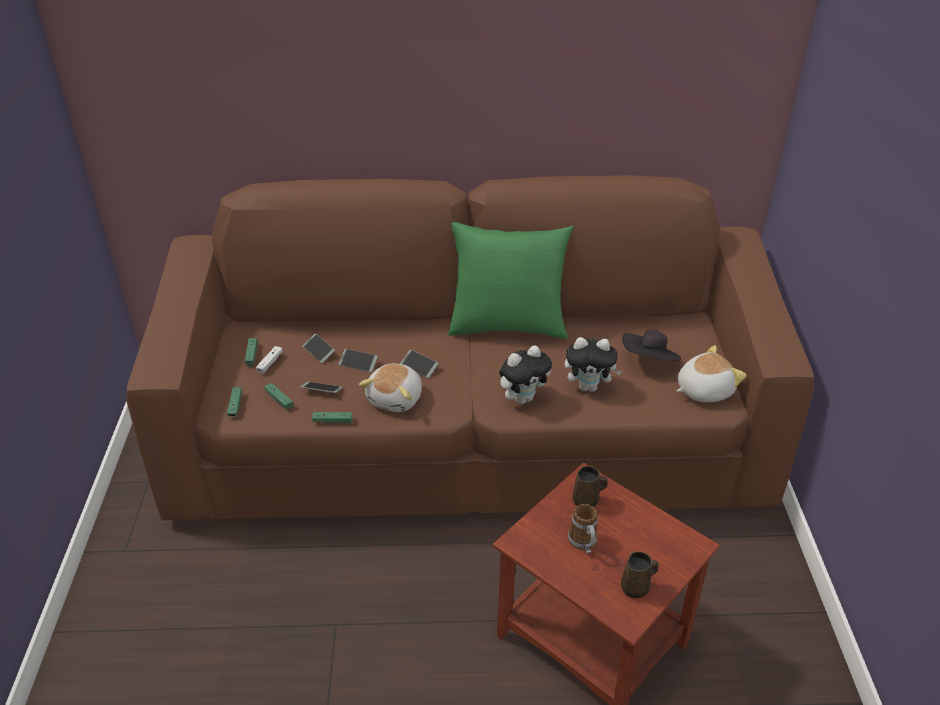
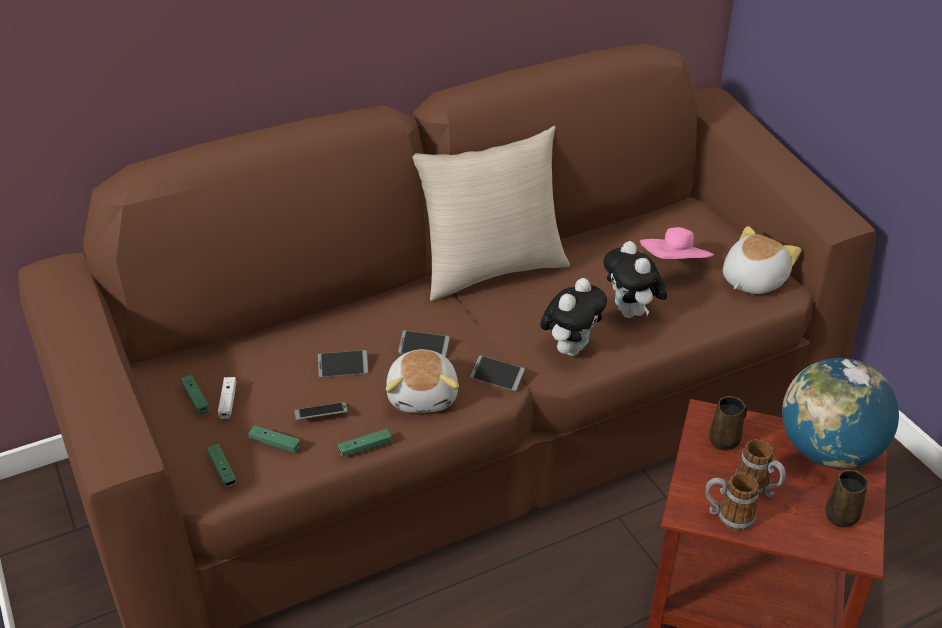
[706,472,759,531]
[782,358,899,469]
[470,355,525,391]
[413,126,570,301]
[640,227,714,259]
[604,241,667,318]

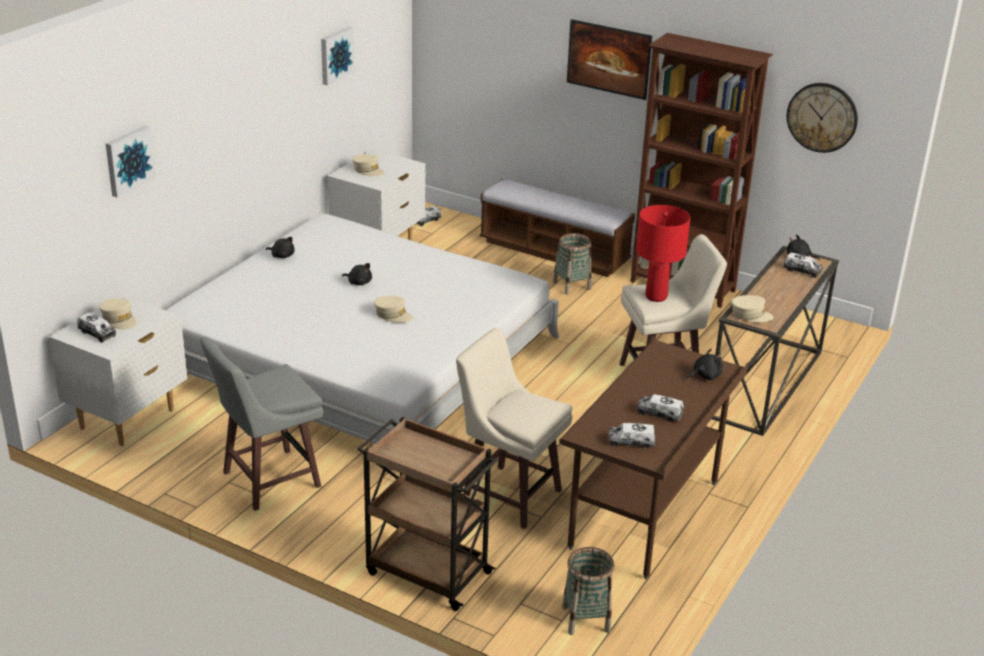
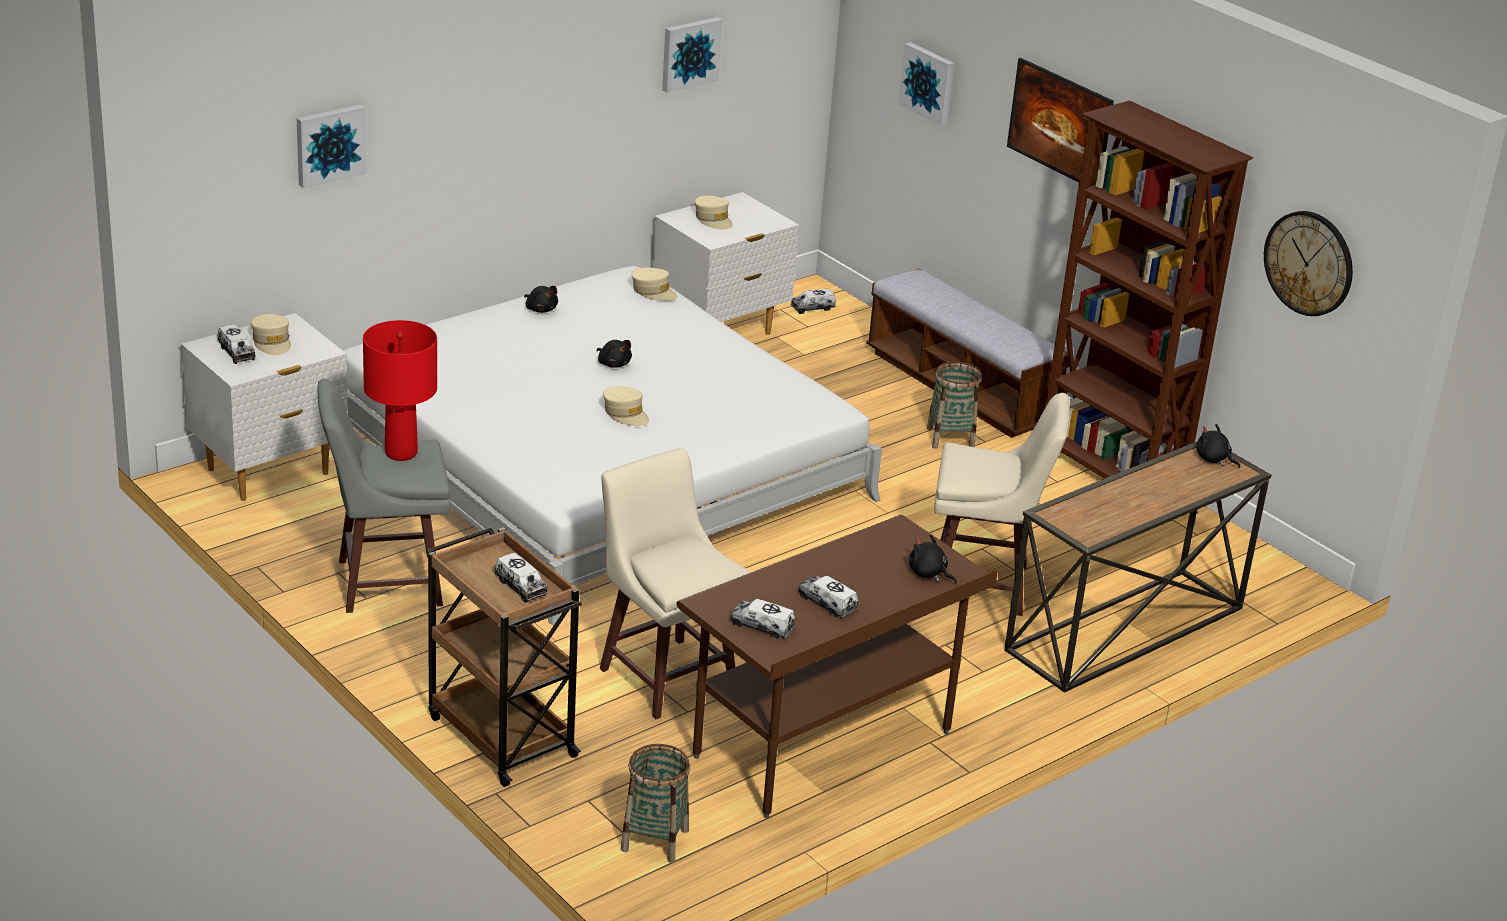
[899,42,954,125]
[363,320,437,461]
[631,268,678,301]
[495,552,548,603]
[909,534,957,584]

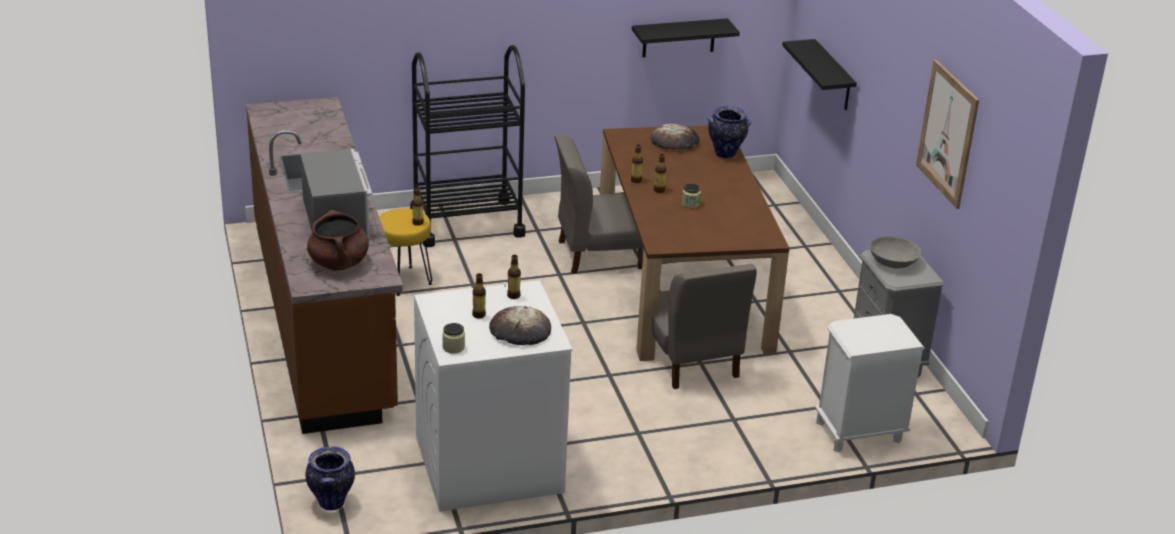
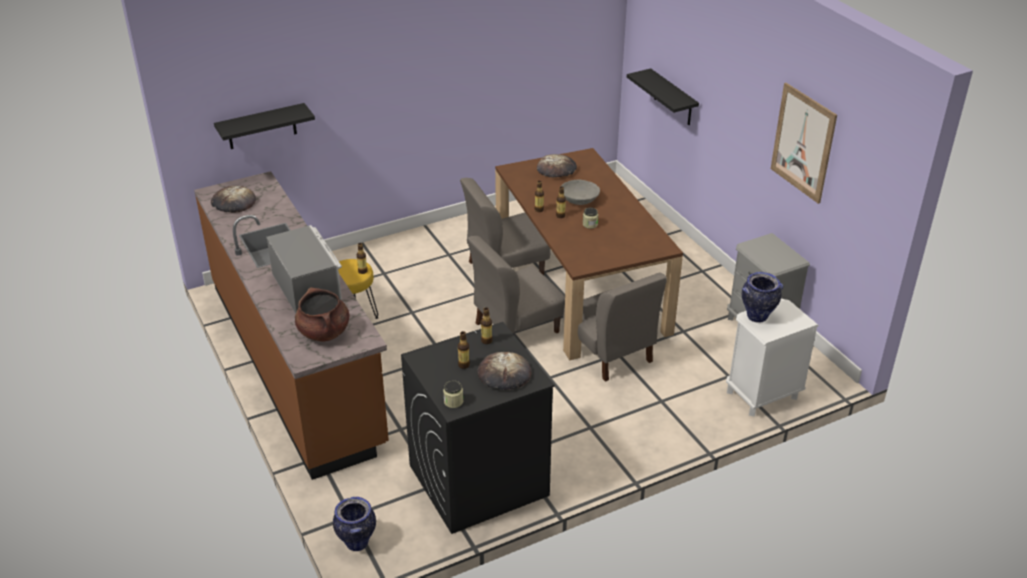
[410,45,526,247] (first image)
[211,186,256,213]
[467,236,565,333]
[214,103,315,149]
[742,272,783,323]
[561,179,600,205]
[401,322,555,534]

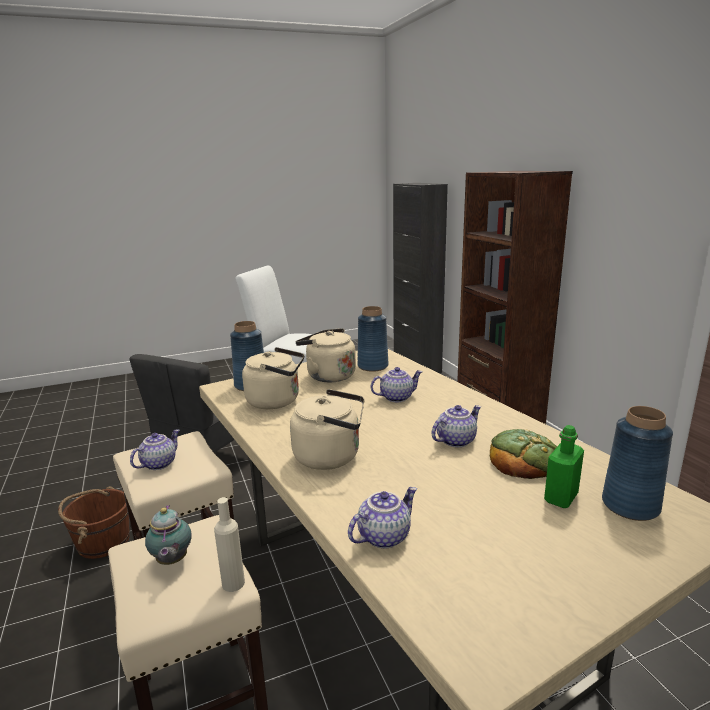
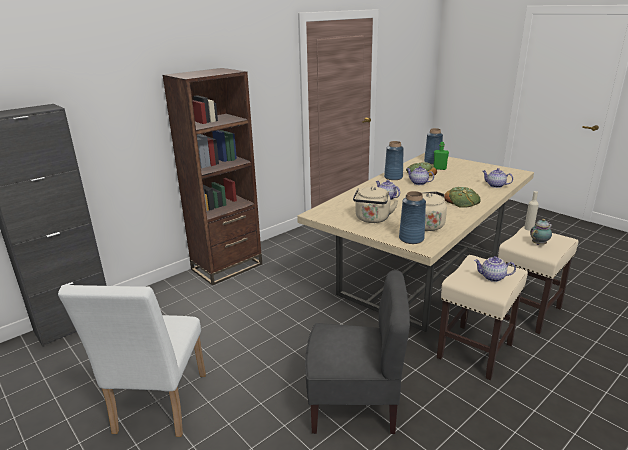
[58,486,130,559] (first image)
[384,141,404,180]
[444,187,481,208]

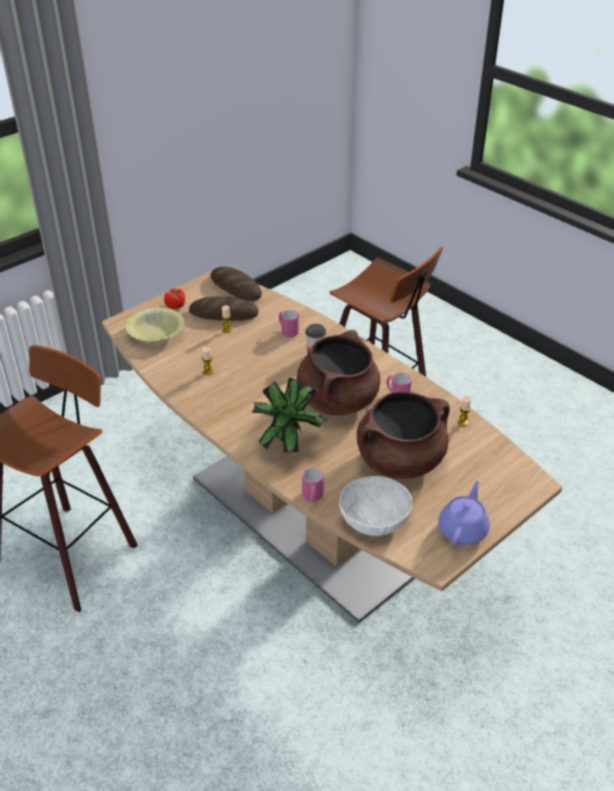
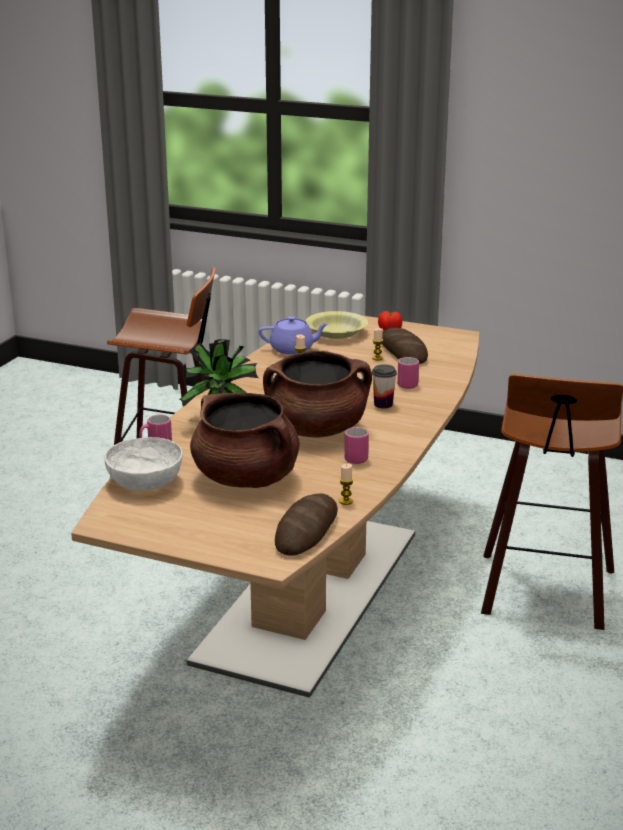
[275,494,338,556]
[259,316,329,355]

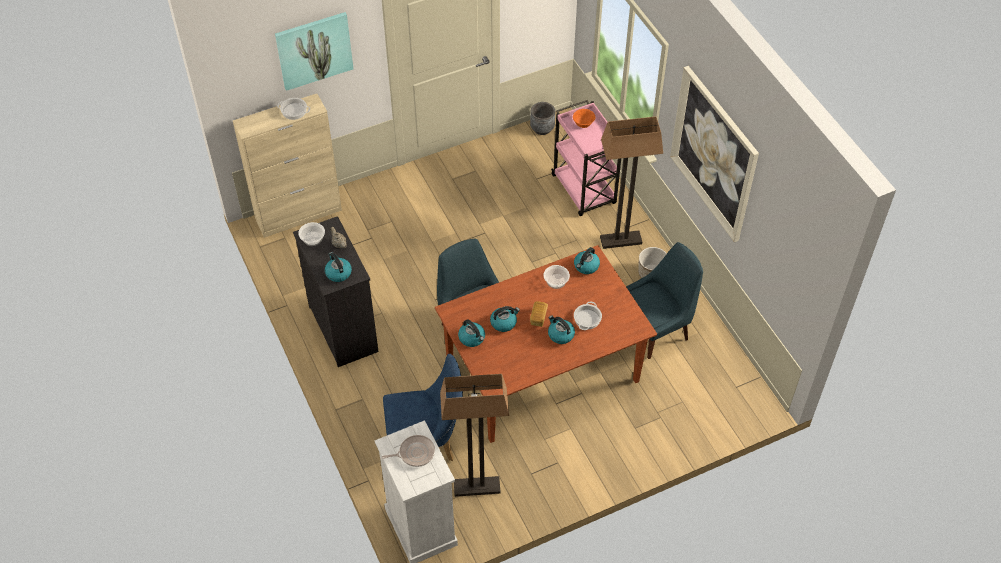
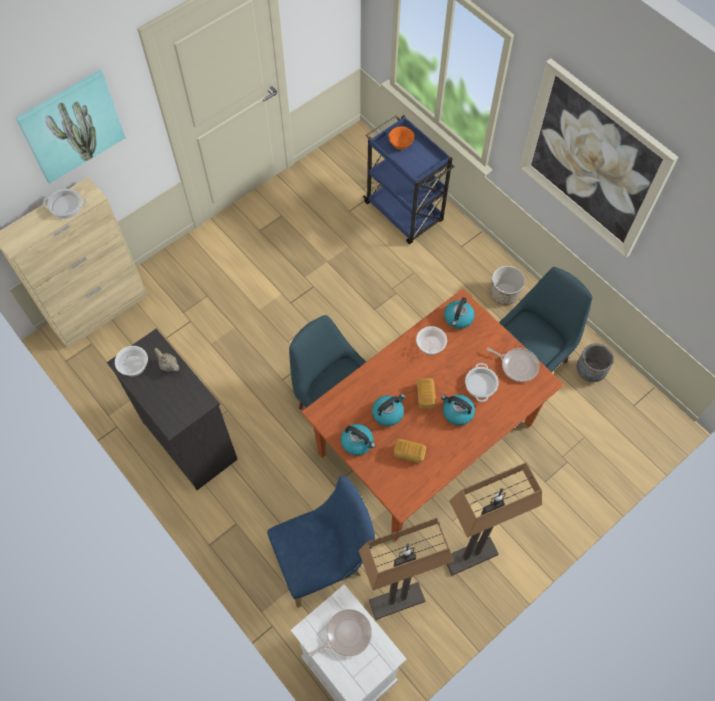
[325,252,352,282] (first image)
[394,439,426,463]
[486,348,539,382]
[577,343,614,382]
[447,462,542,576]
[363,114,455,244]

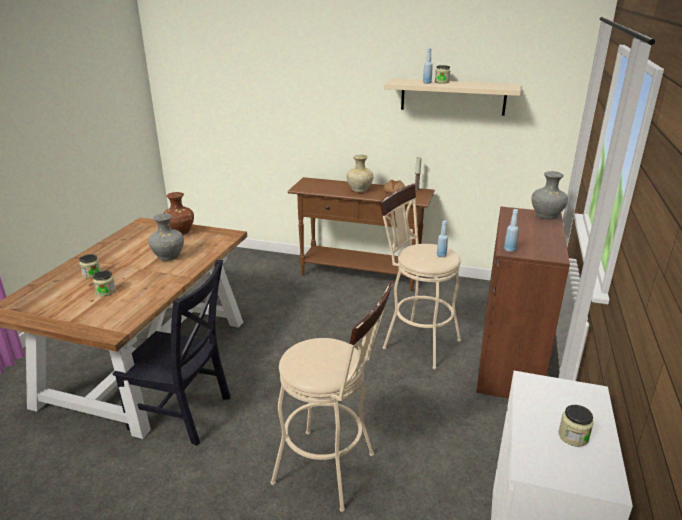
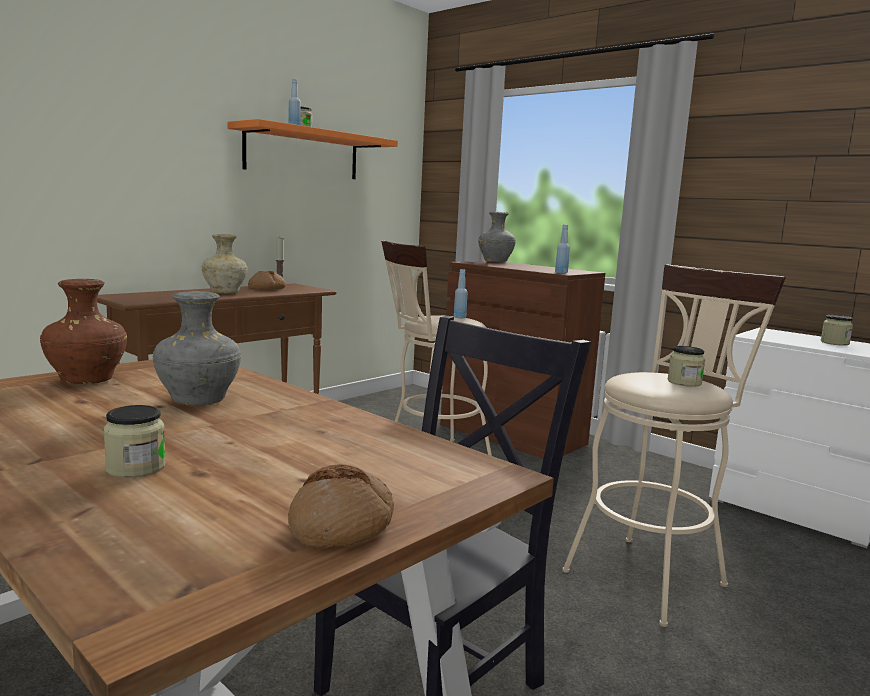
[288,464,394,547]
[668,346,705,387]
[227,119,398,179]

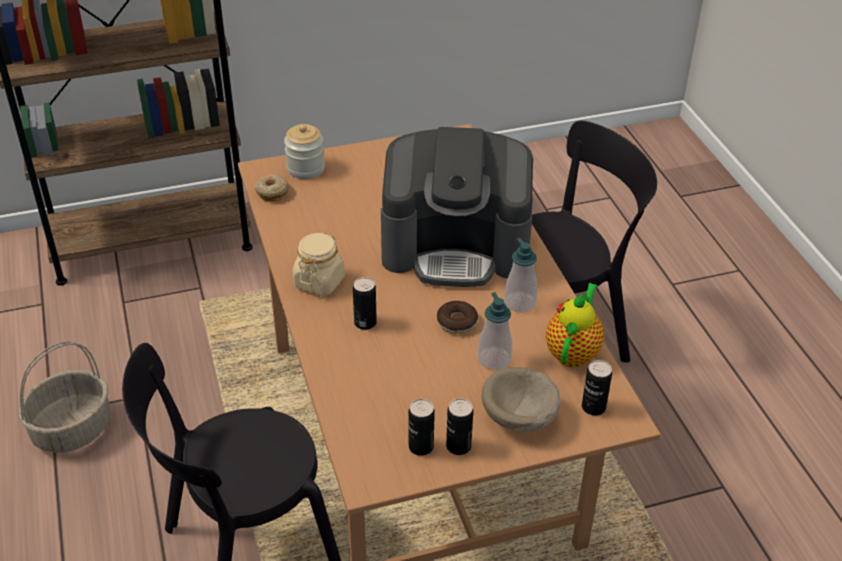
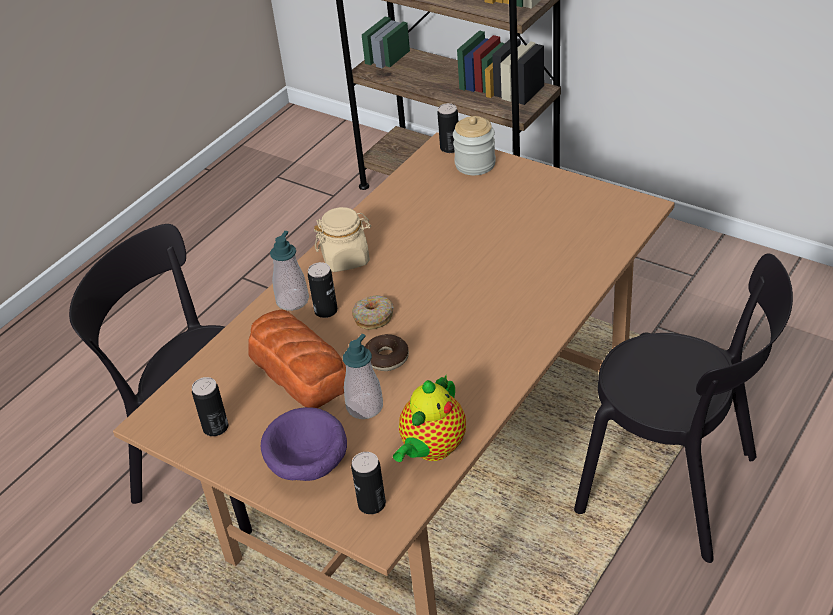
[19,341,111,453] (first image)
[381,127,533,287] (first image)
[248,310,346,408]
[352,295,394,330]
[437,103,459,153]
[270,231,309,311]
[261,407,347,481]
[393,375,466,462]

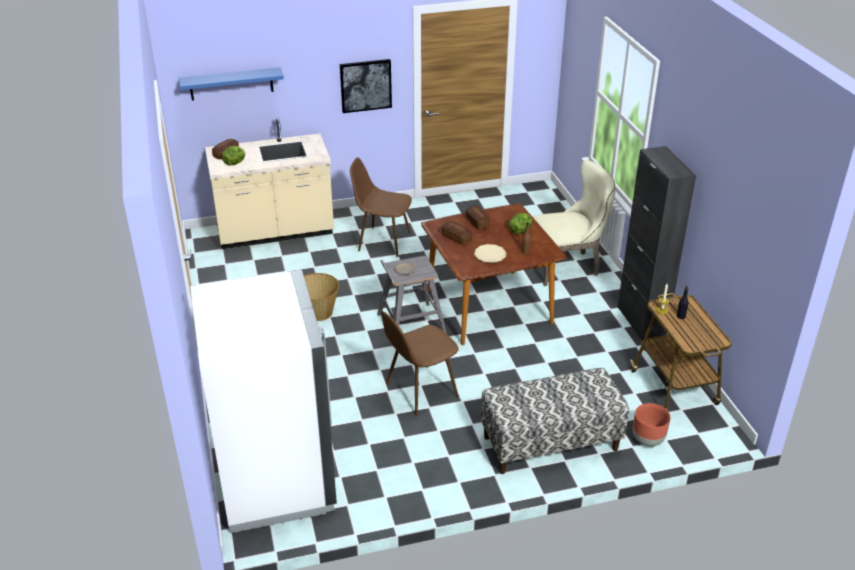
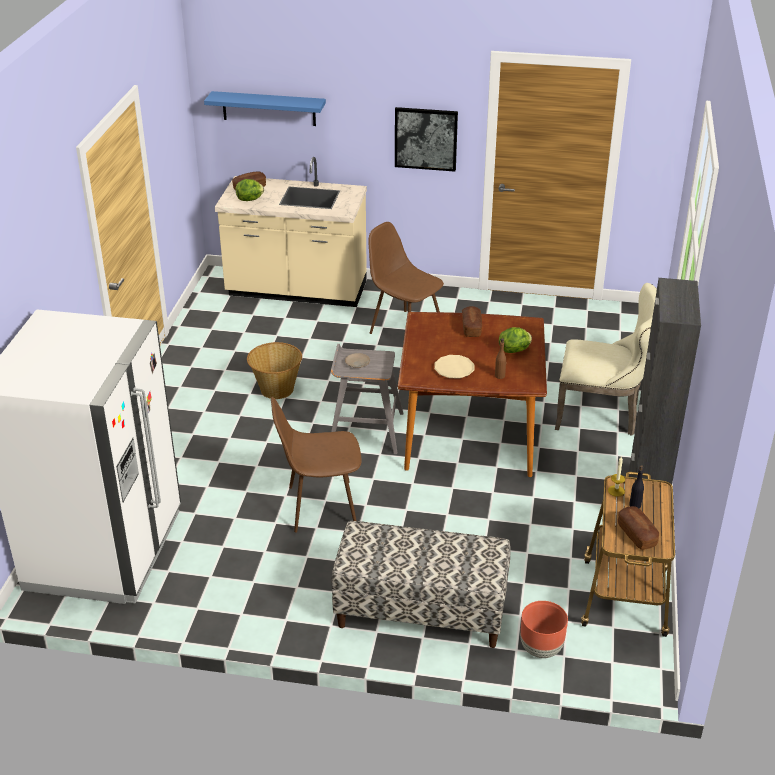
[618,506,659,550]

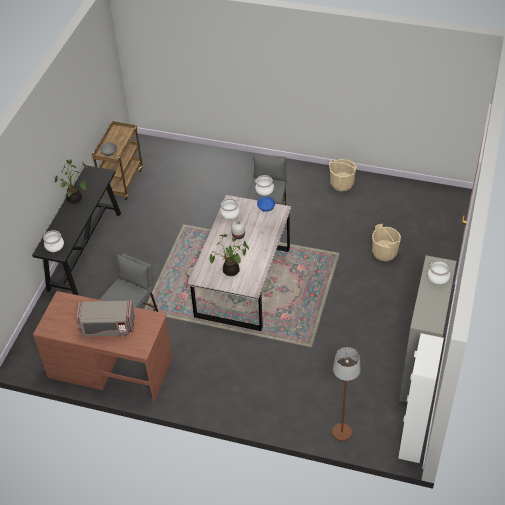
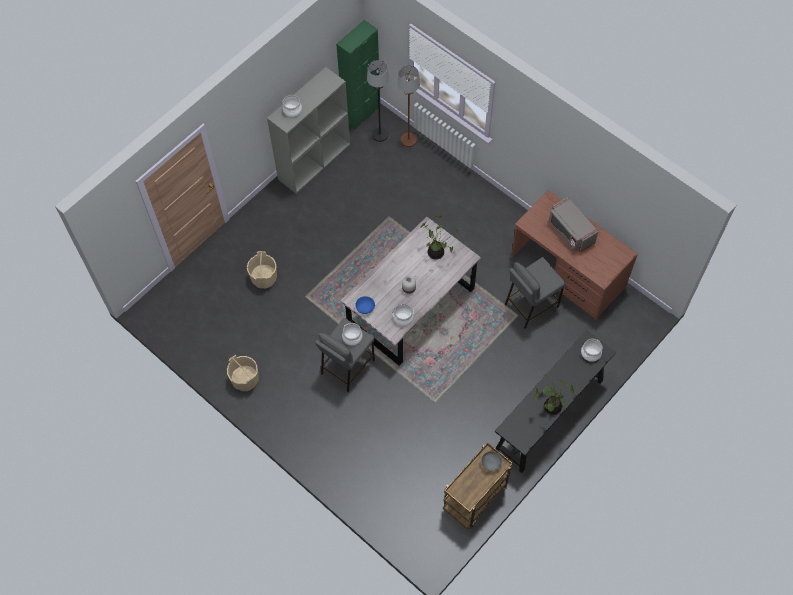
[367,60,389,142]
[336,20,380,129]
[548,197,599,252]

